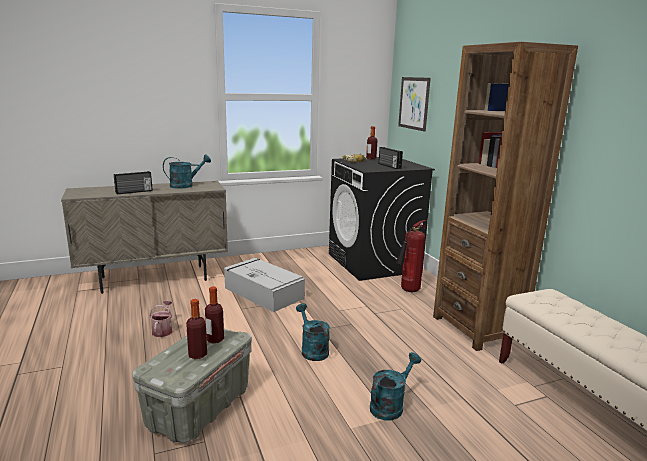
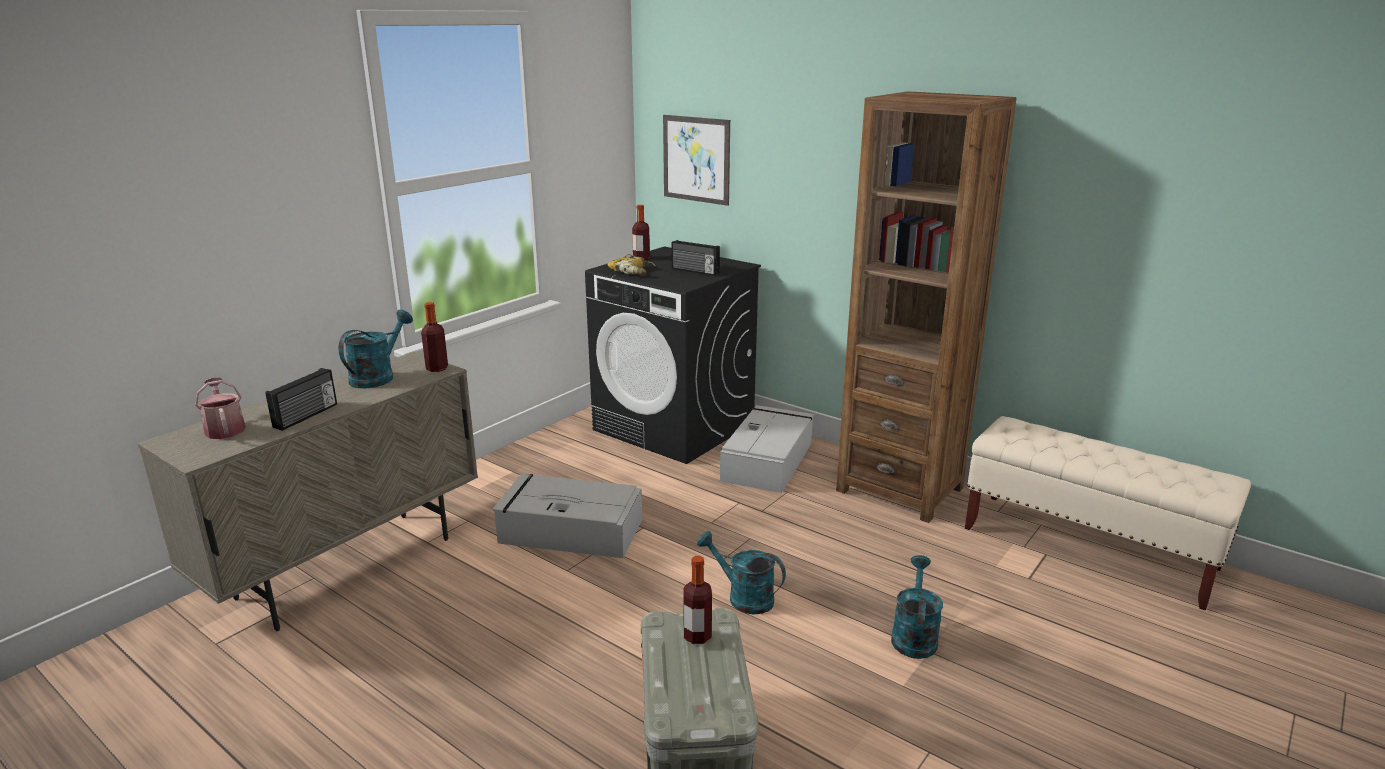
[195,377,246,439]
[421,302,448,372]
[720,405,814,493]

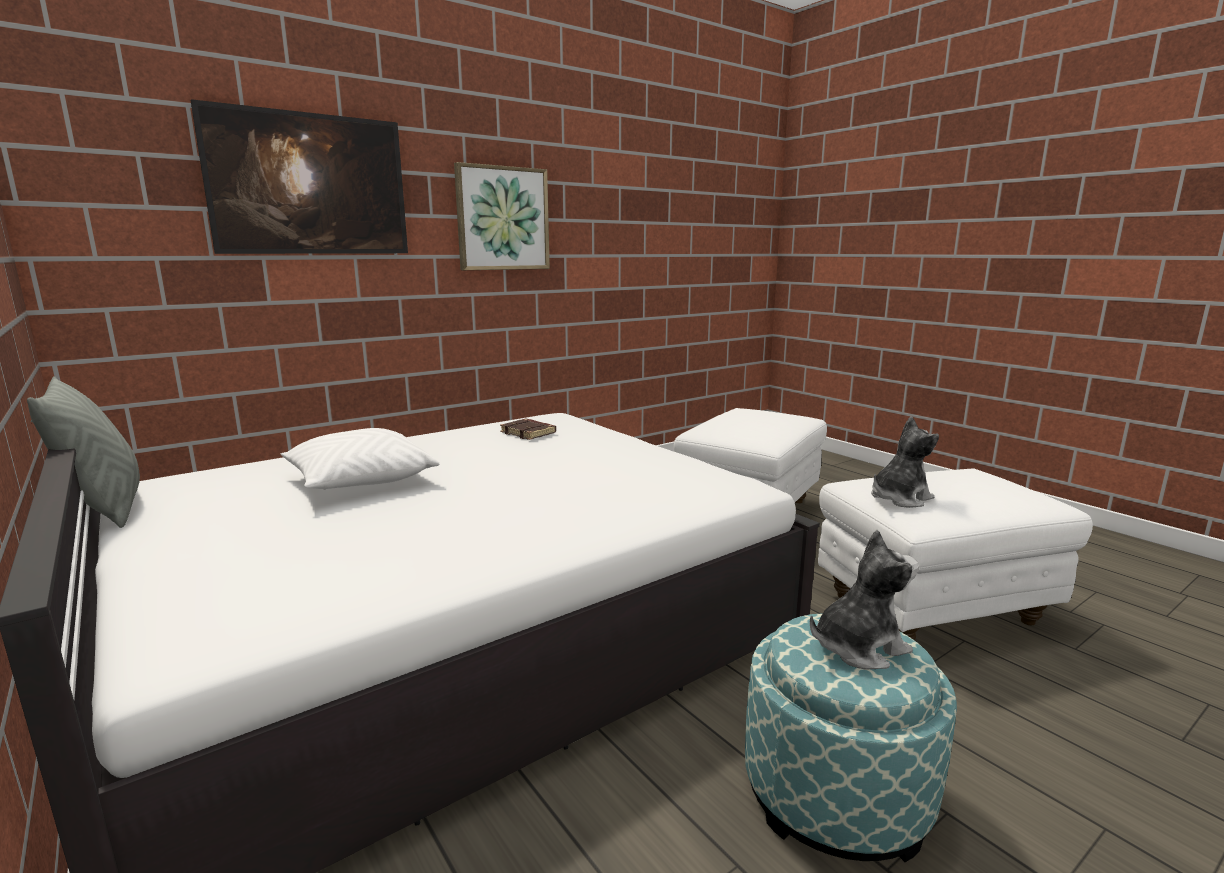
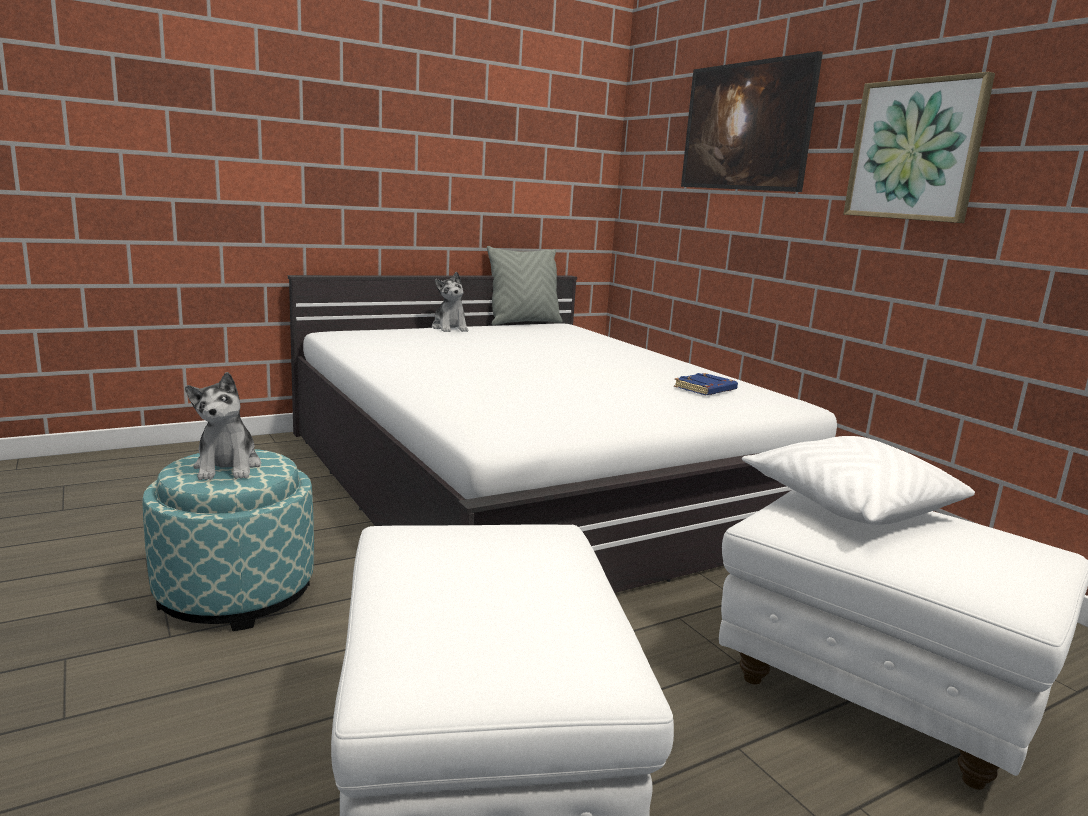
[742,436,975,525]
[432,272,468,332]
[674,373,738,395]

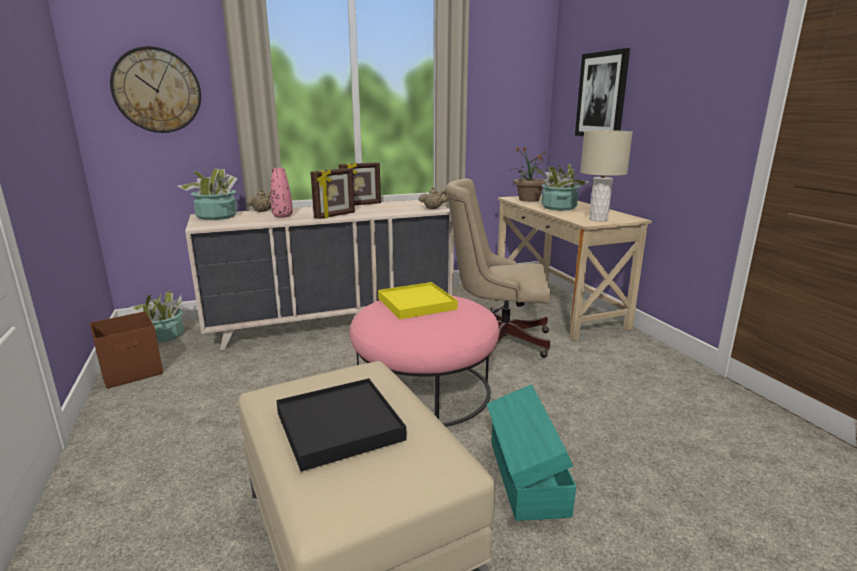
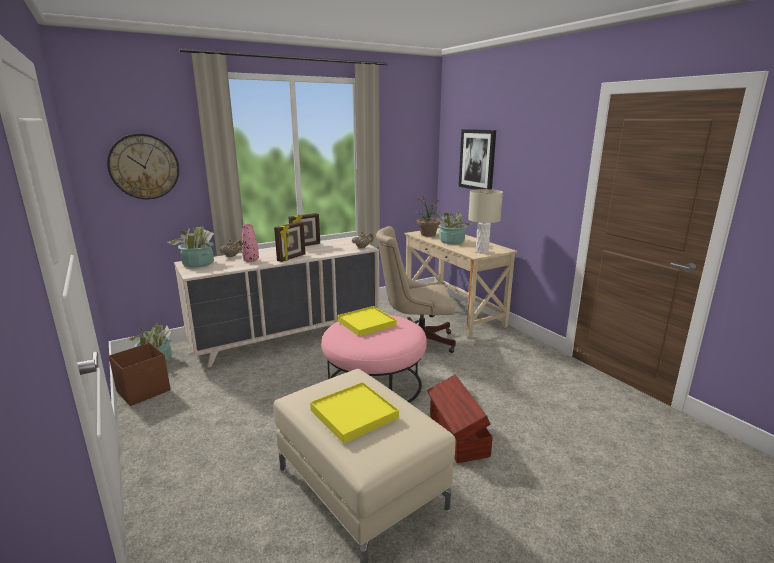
[310,382,399,444]
[427,375,493,463]

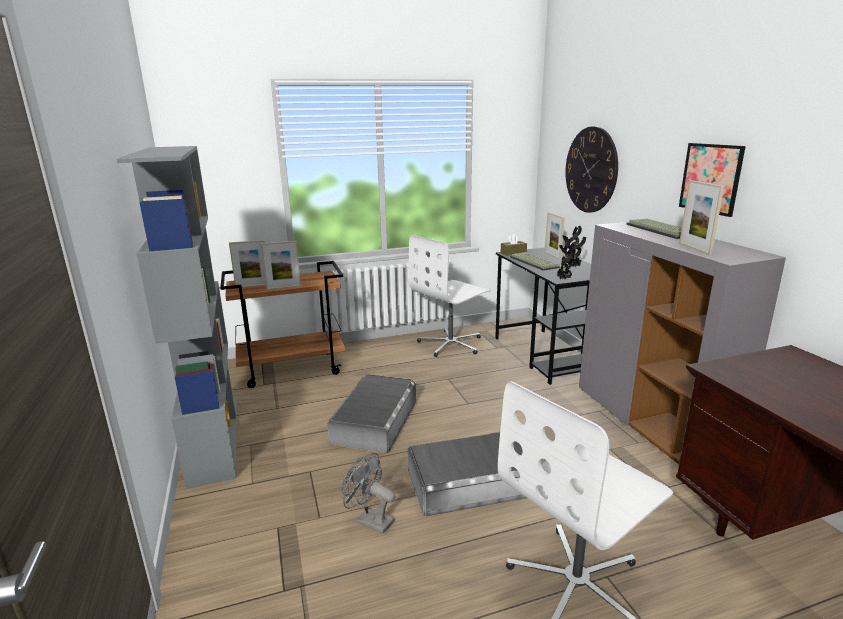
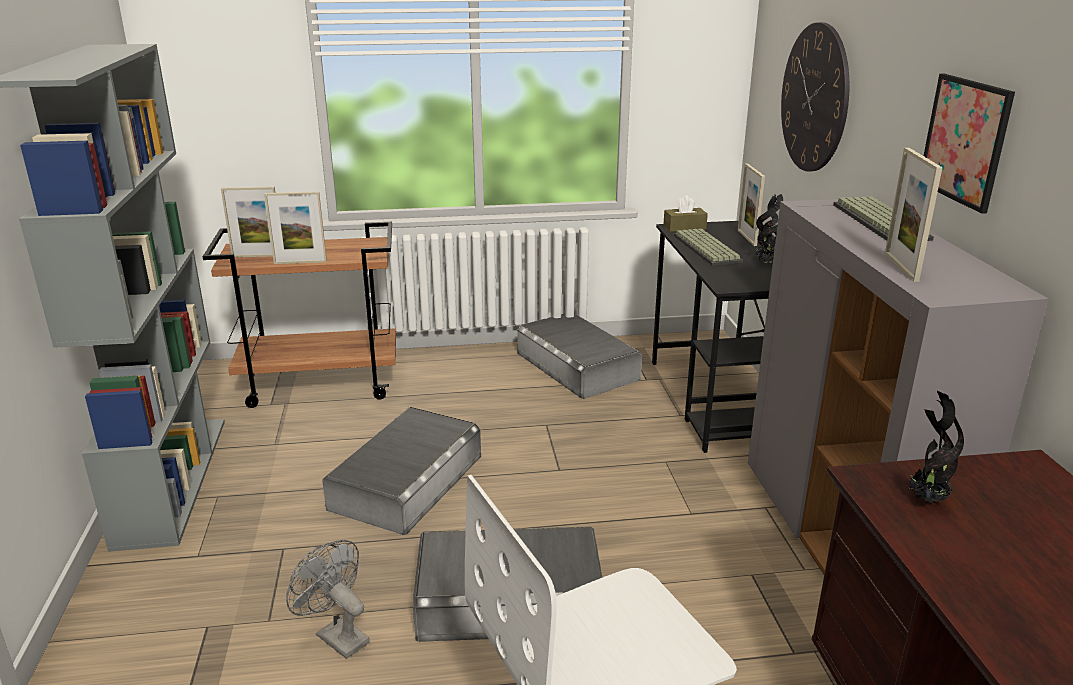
[905,391,964,503]
[517,313,642,399]

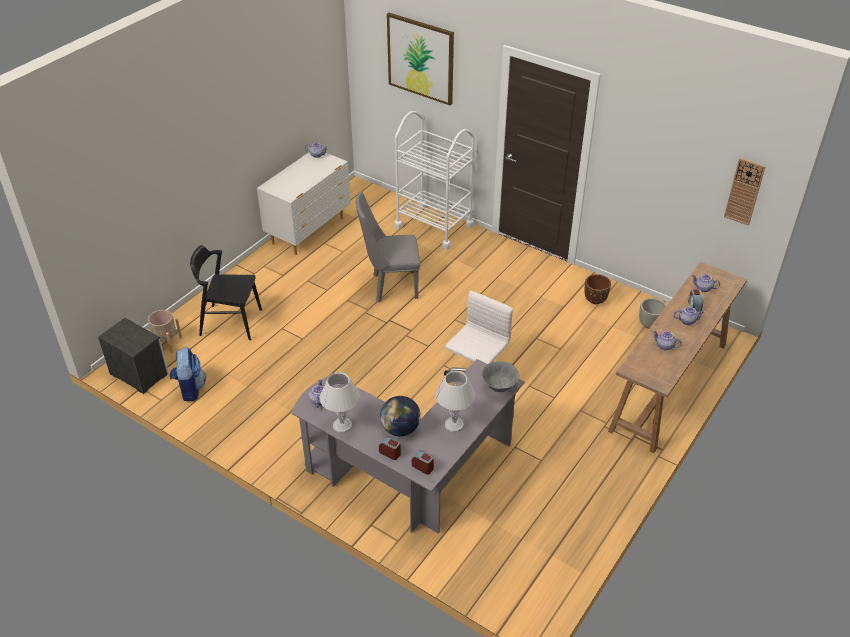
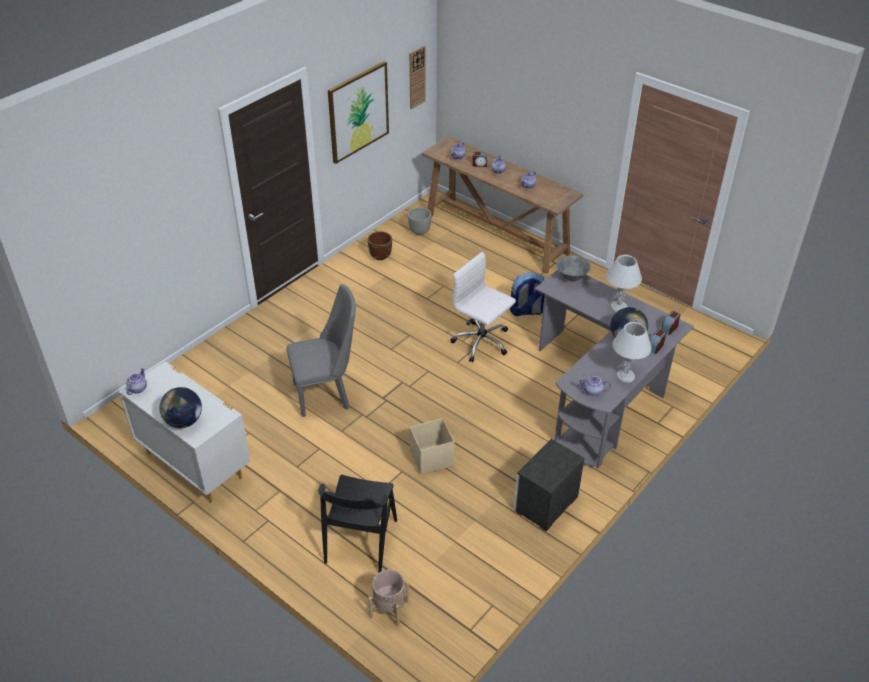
[394,111,475,249] (first image)
[160,387,202,428]
[410,418,454,475]
[514,439,585,531]
[510,272,545,316]
[328,61,389,164]
[287,284,356,417]

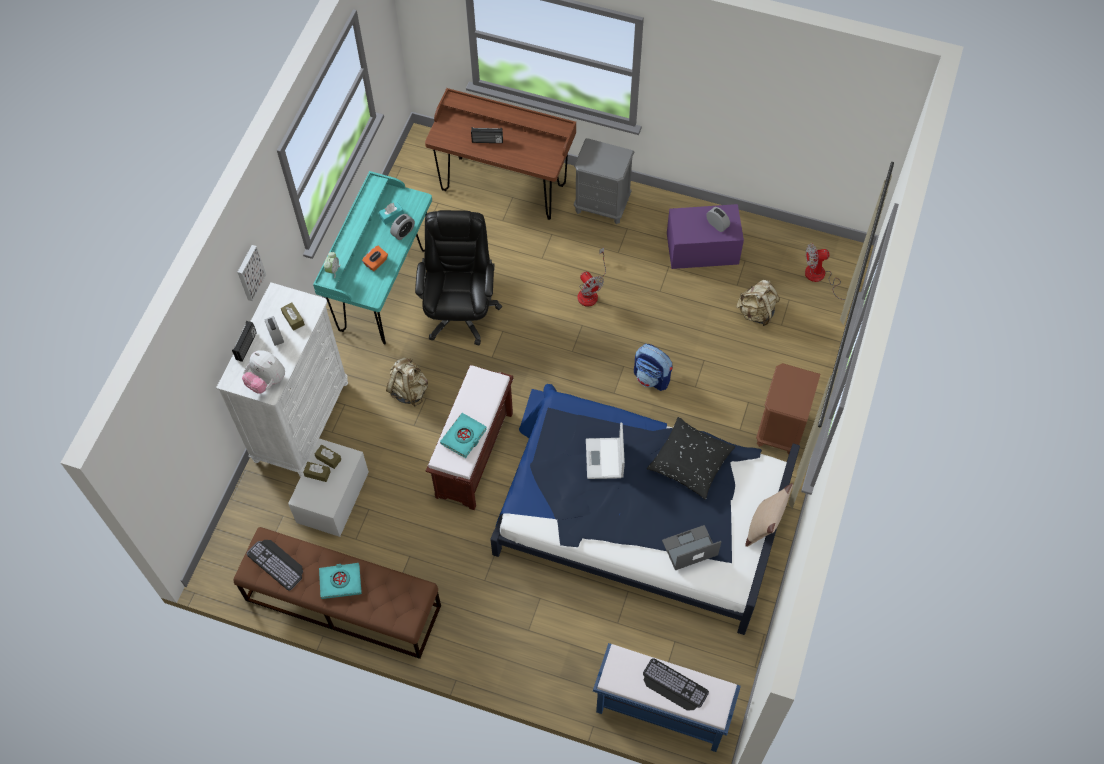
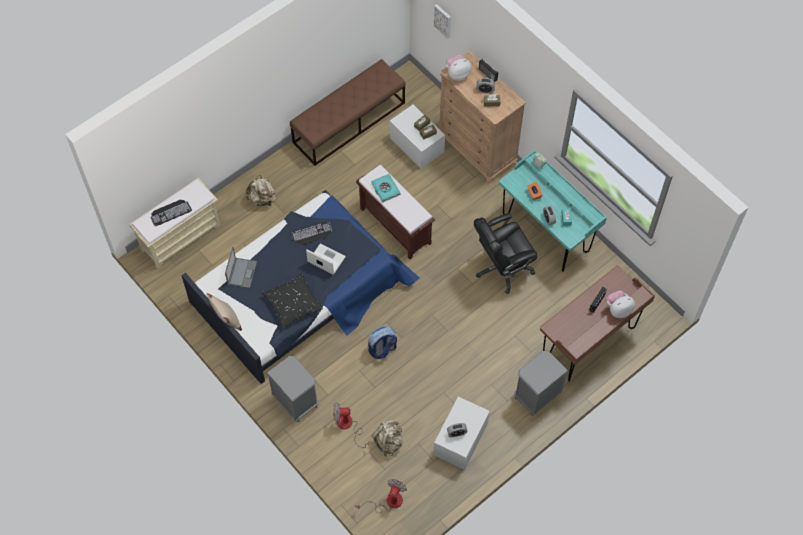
[319,563,362,599] (first image)
[607,291,635,318]
[434,4,451,39]
[291,221,332,245]
[246,175,276,206]
[333,402,369,448]
[439,51,526,184]
[129,178,220,269]
[433,397,490,470]
[267,356,319,422]
[474,213,537,294]

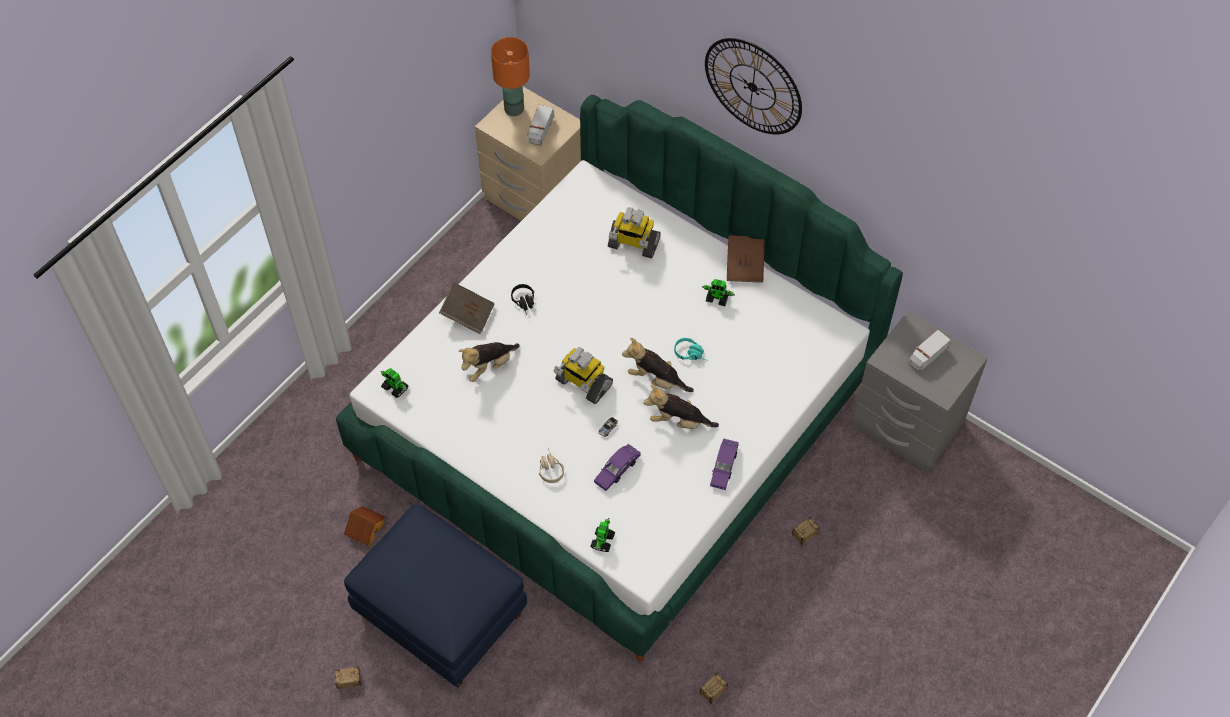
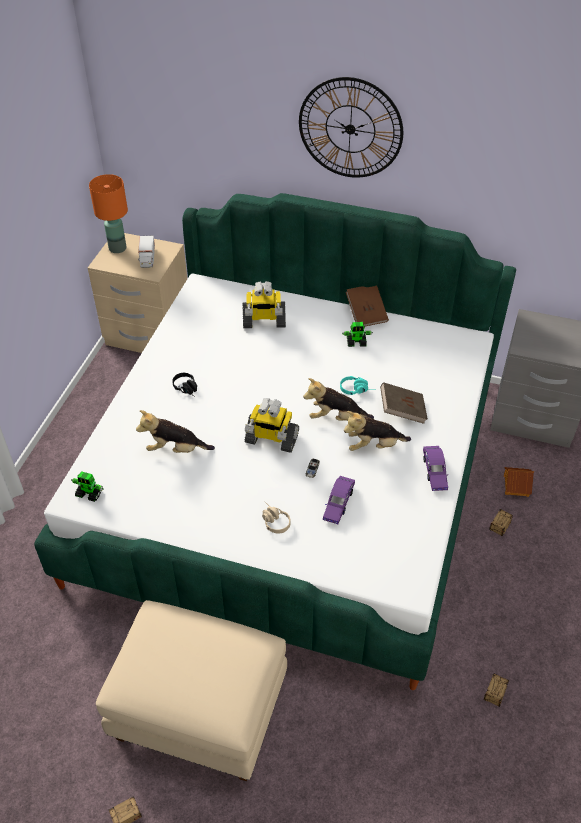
[590,518,615,552] (first image)
[908,330,951,372] (first image)
[504,467,534,497]
[380,382,428,424]
[96,600,287,781]
[136,410,215,453]

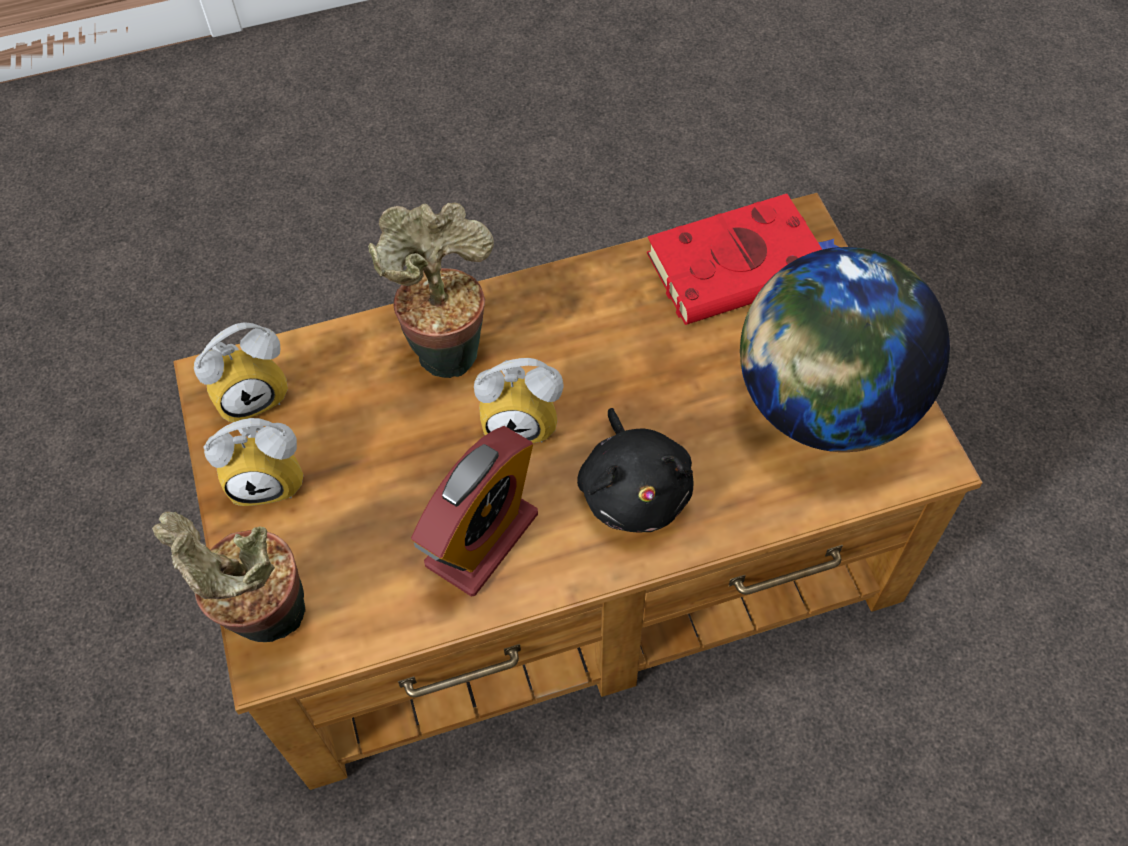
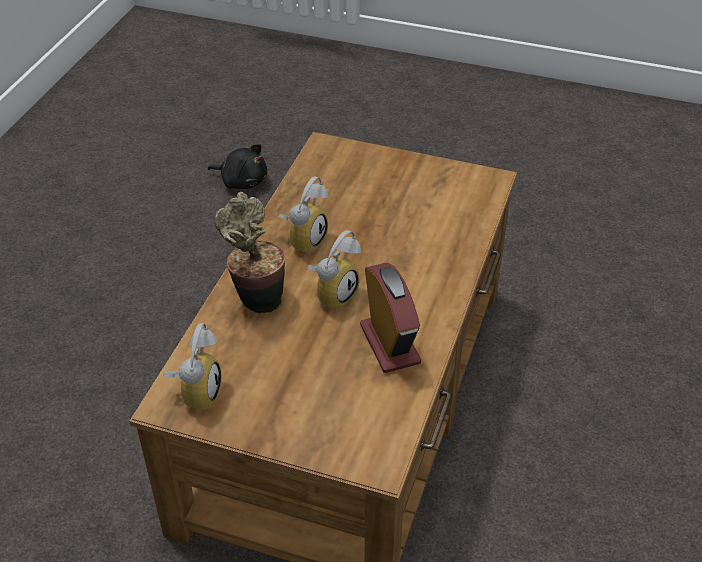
[152,512,305,642] (first image)
[647,194,838,325] (first image)
[740,247,950,452] (first image)
[279,177,329,255]
[208,144,267,189]

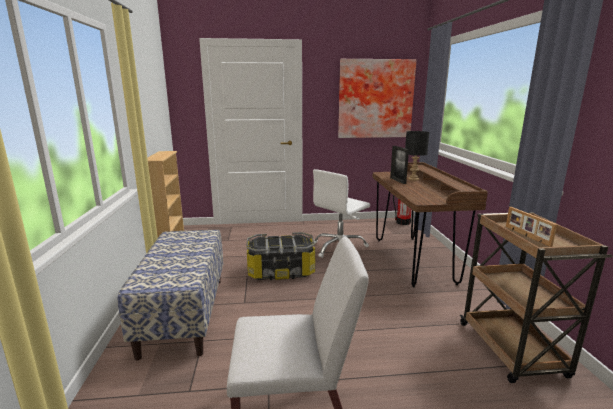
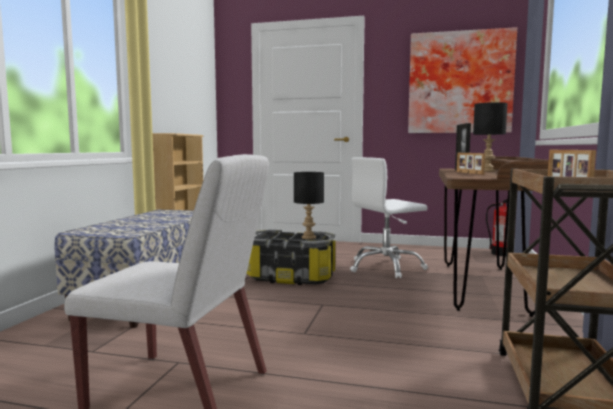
[294,172,324,239]
[457,153,485,175]

